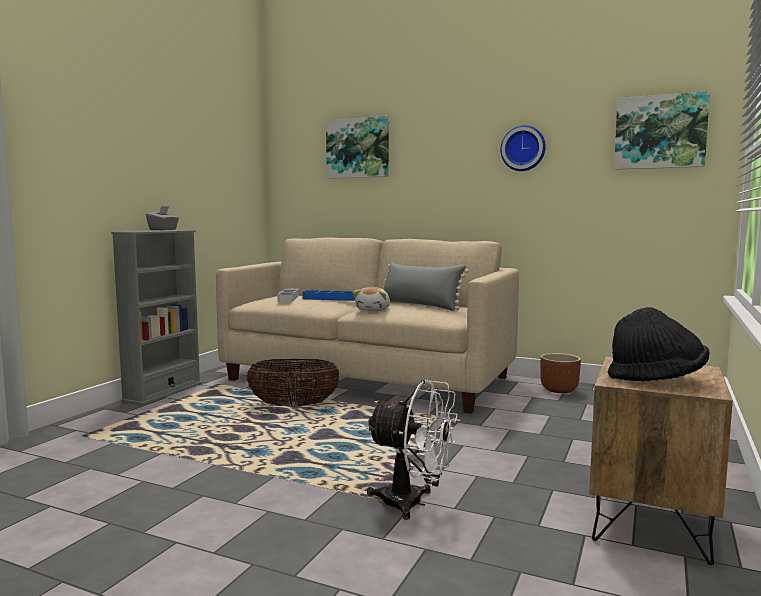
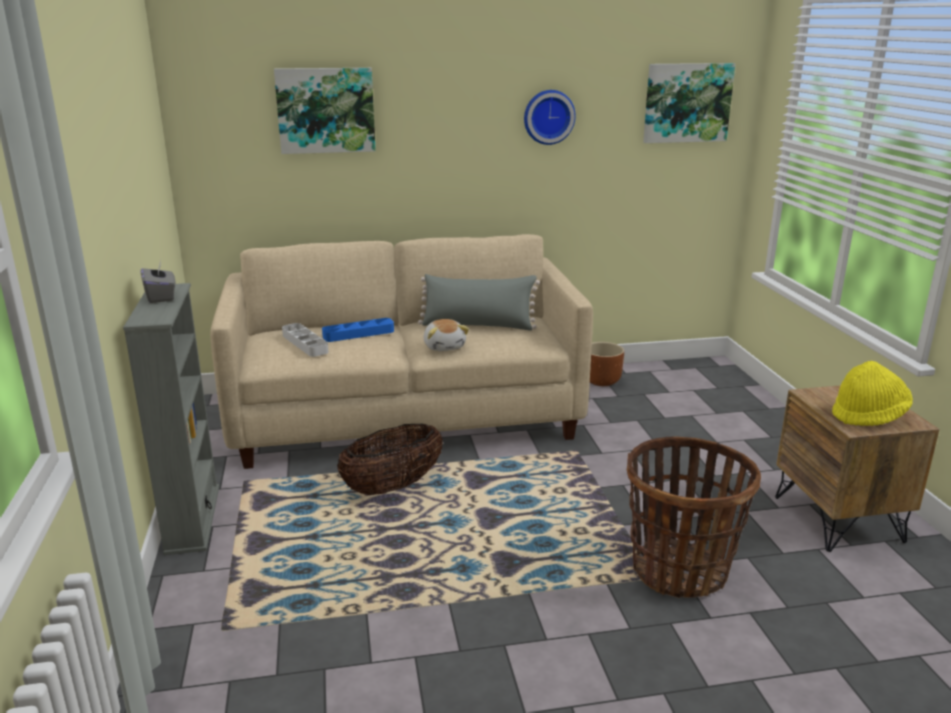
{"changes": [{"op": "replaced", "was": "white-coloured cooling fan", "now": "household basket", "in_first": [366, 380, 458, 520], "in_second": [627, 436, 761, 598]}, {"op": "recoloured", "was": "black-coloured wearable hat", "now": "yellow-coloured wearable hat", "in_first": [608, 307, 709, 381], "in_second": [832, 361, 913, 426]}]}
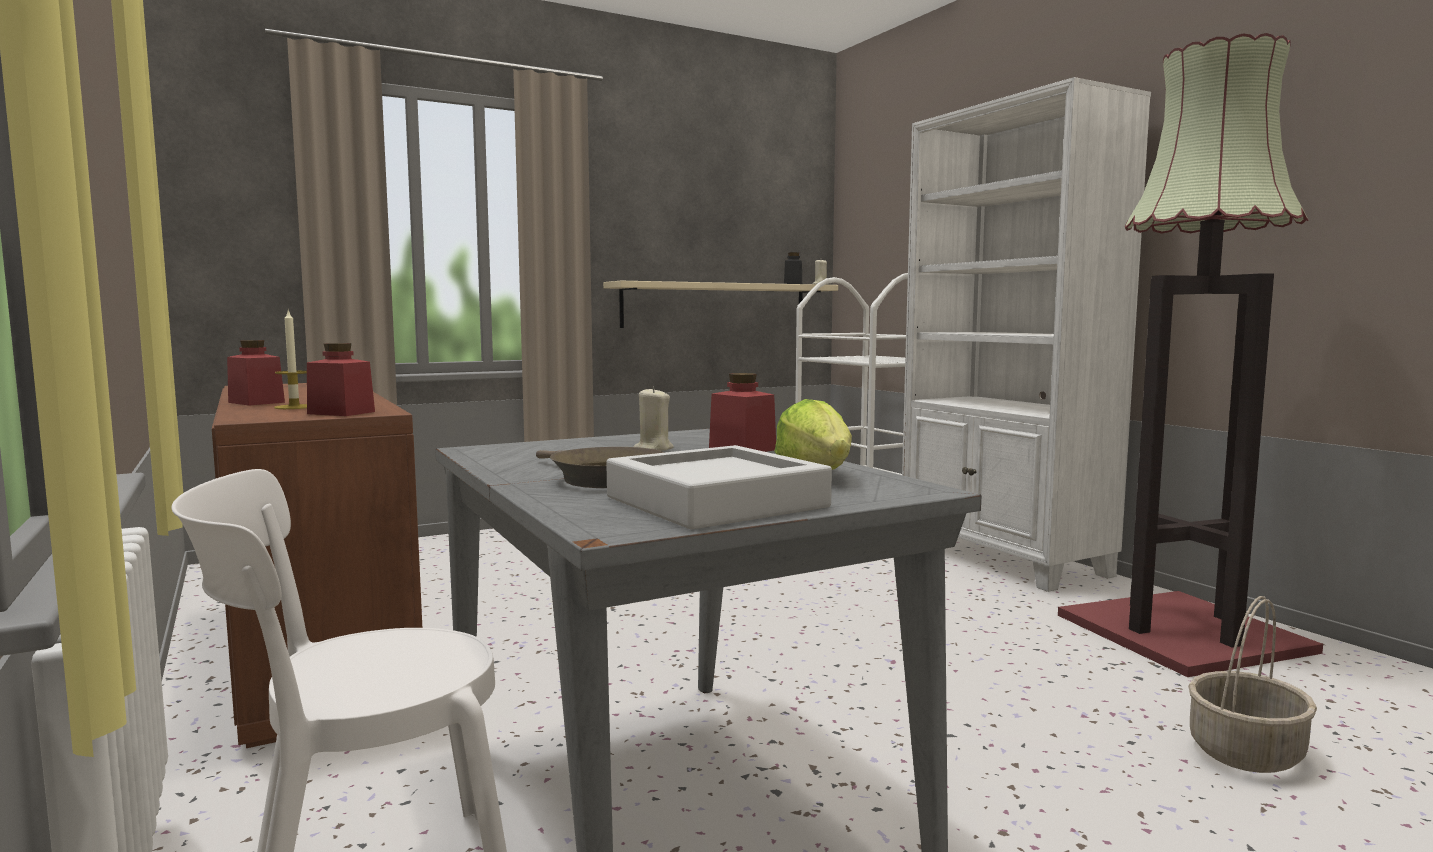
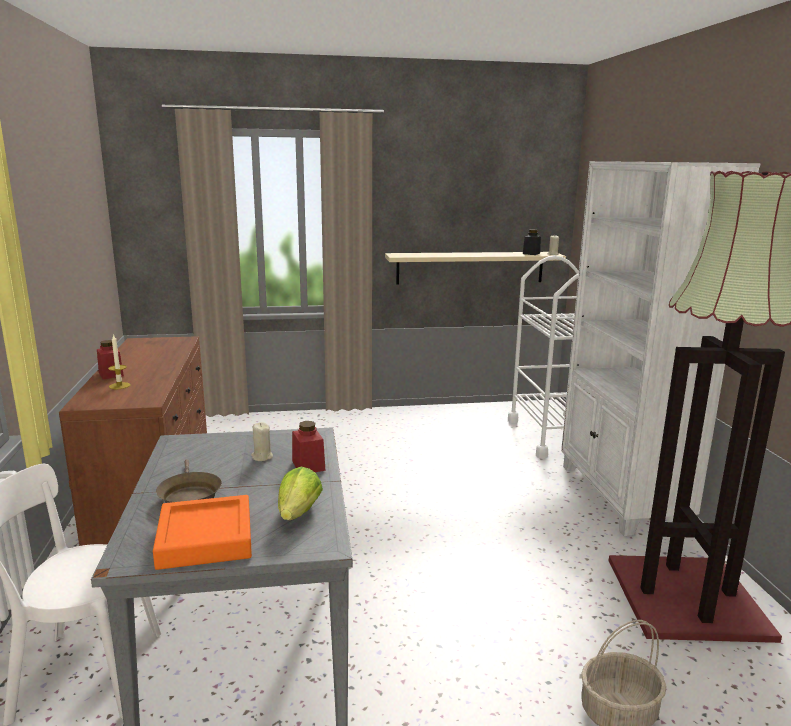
{"changes": [{"op": "removed", "was": "reddish jar", "in_first": [307, 343, 375, 416]}, {"op": "recoloured", "was": "gray carrying tray", "now": "orangey carrying tray", "in_first": [606, 445, 832, 529], "in_second": [153, 495, 252, 570]}]}
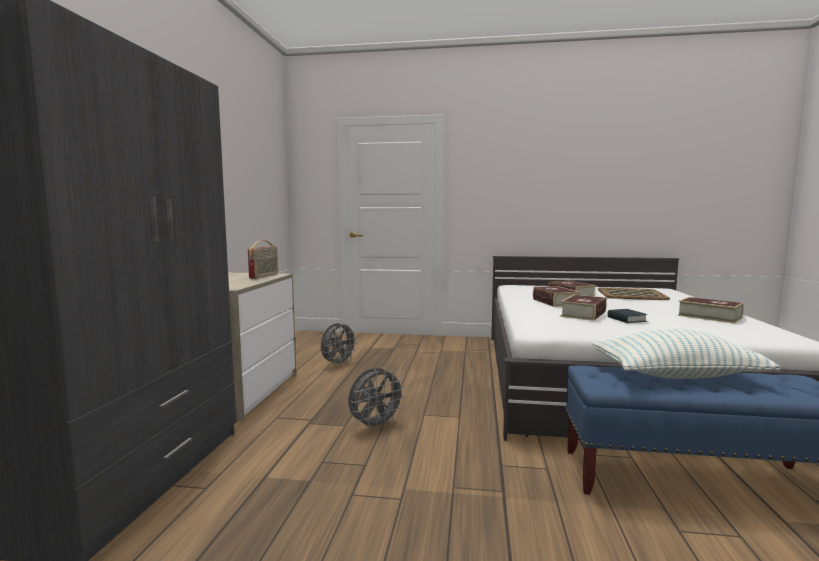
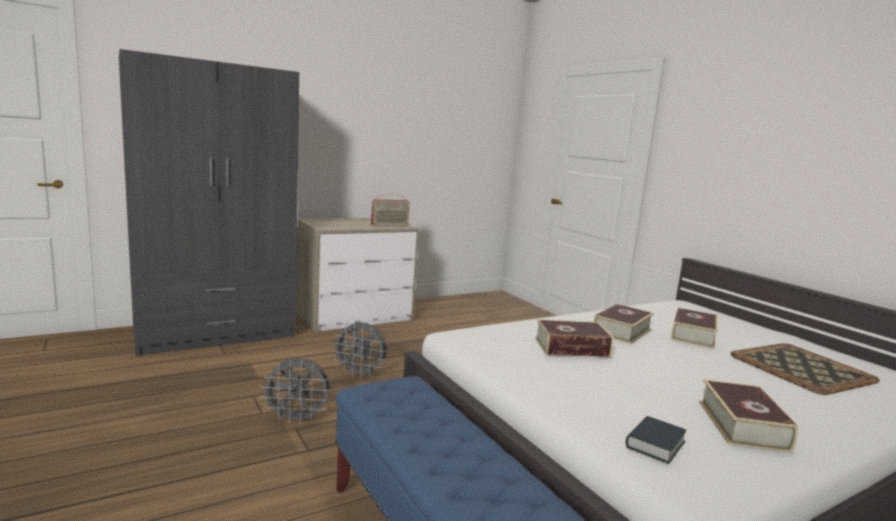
{"changes": [{"op": "removed", "was": "cushion", "in_first": [592, 329, 780, 379]}, {"op": "moved", "was": "gray cooling fan", "in_first": [321, 322, 357, 366], "in_second": [260, 358, 332, 425]}, {"op": "moved", "was": "bound book", "in_first": [607, 309, 647, 323], "in_second": [626, 416, 686, 464]}]}
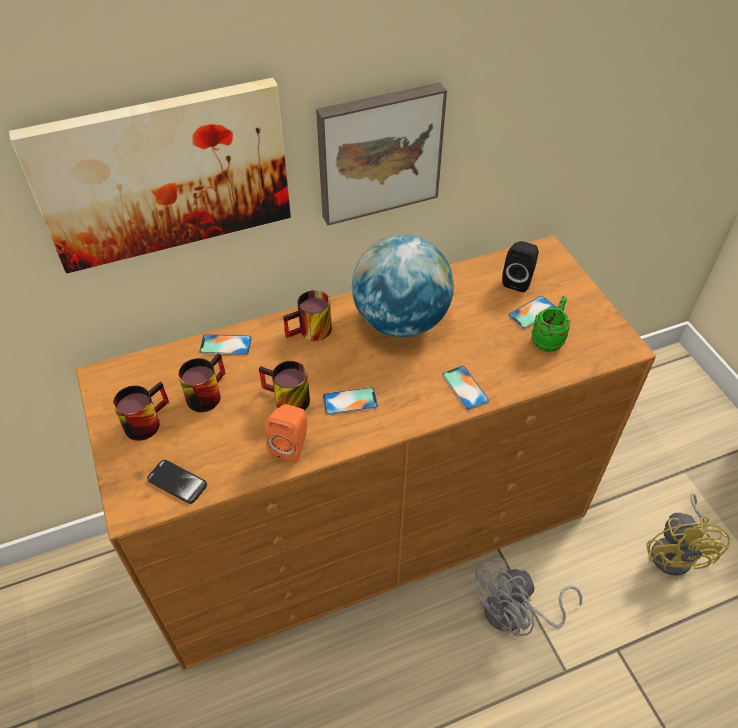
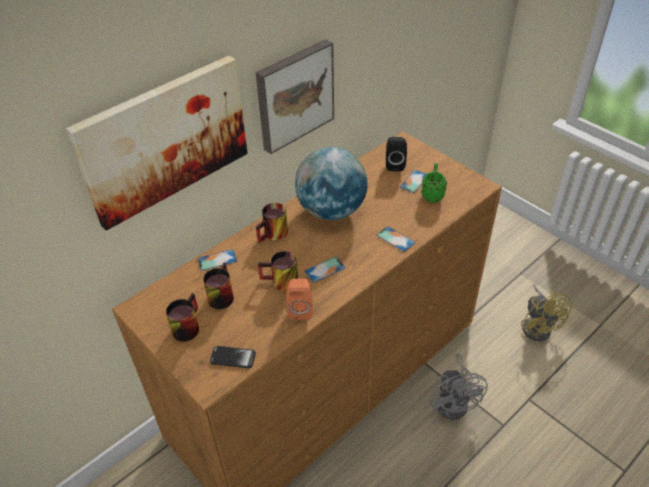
{"changes": [{"op": "turned", "was": "gray cooling fan", "in_first": [468, 558, 582, 637], "in_second": [430, 354, 488, 420], "clockwise": -45}]}
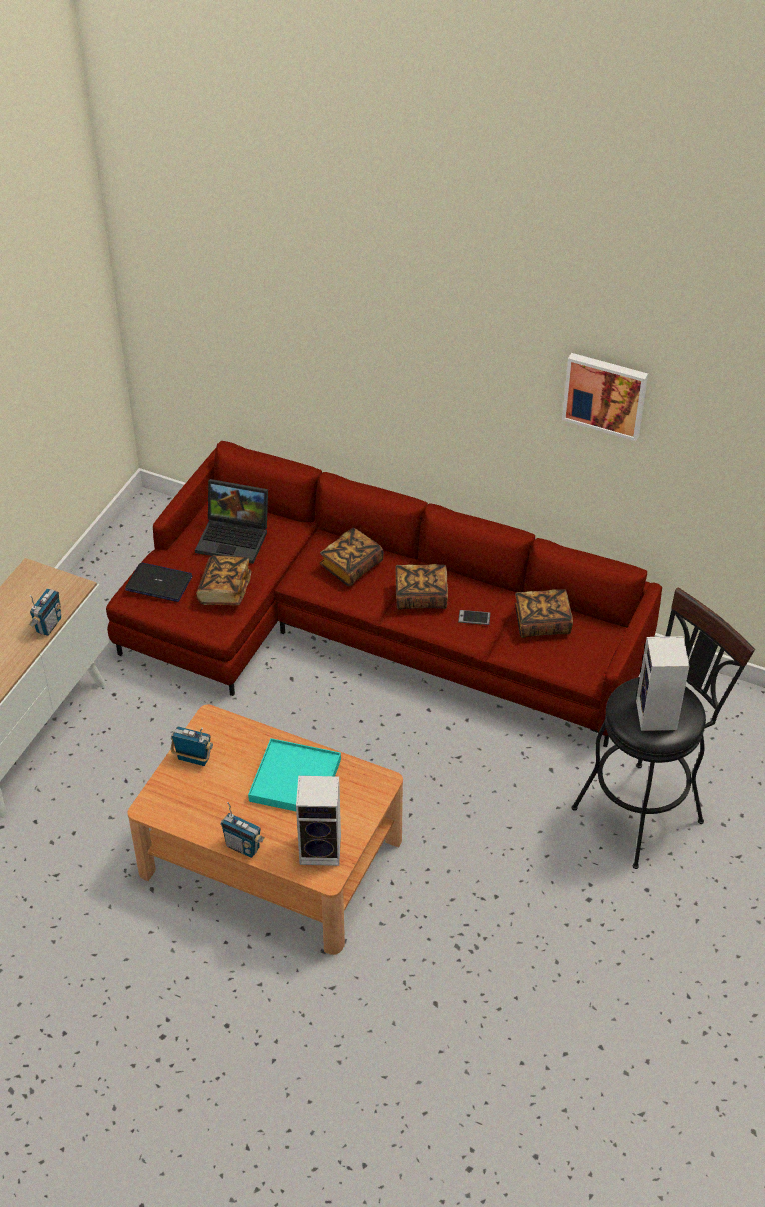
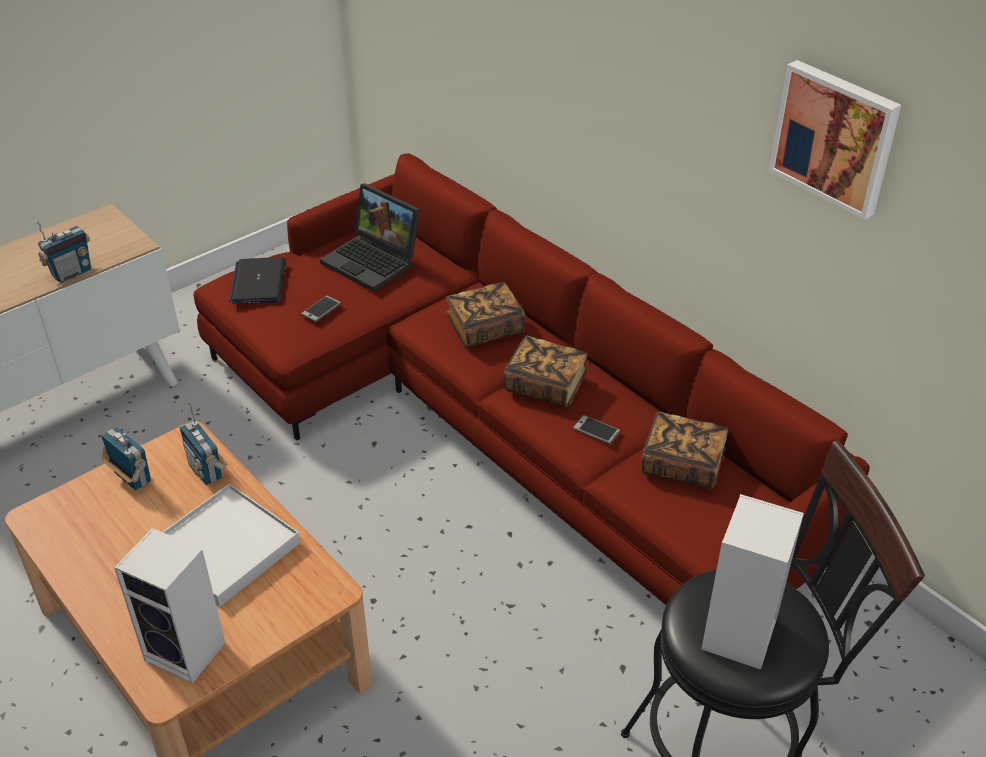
{"changes": [{"op": "moved", "was": "radio set", "in_first": [220, 802, 265, 858], "in_second": [180, 402, 227, 485]}, {"op": "replaced", "was": "bound book", "now": "phone", "in_first": [196, 555, 252, 605], "in_second": [301, 295, 341, 322]}, {"op": "recoloured", "was": "blue-green carrying tray", "now": "white-coloured carrying tray", "in_first": [248, 738, 341, 811], "in_second": [163, 484, 300, 607]}, {"op": "turned", "was": "notebook computer", "in_first": [125, 562, 192, 602], "in_second": [229, 257, 286, 304], "clockwise": -135}]}
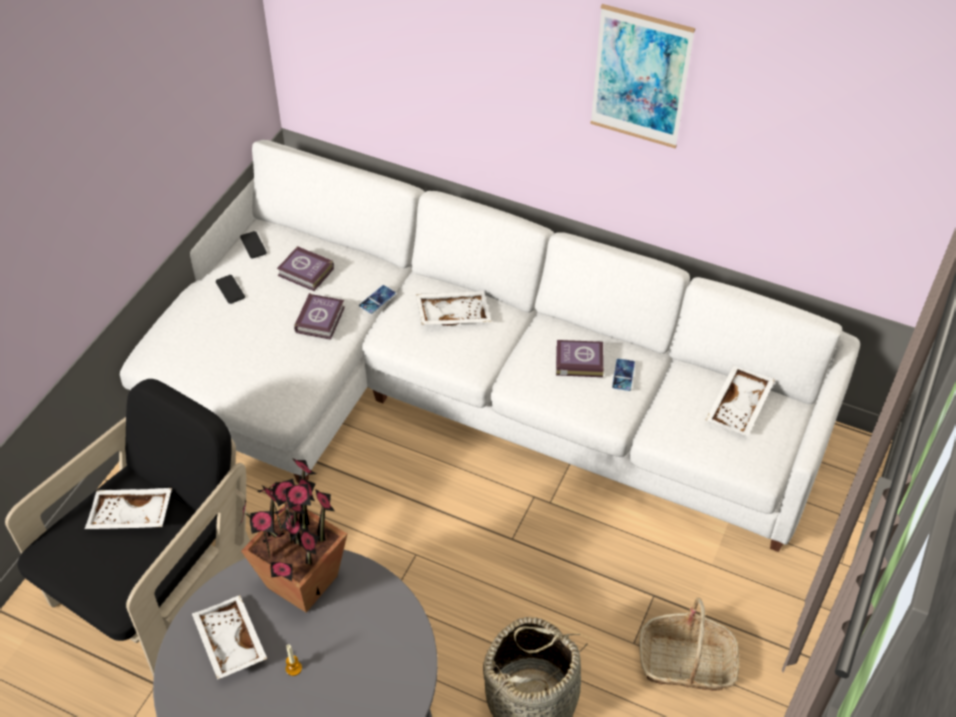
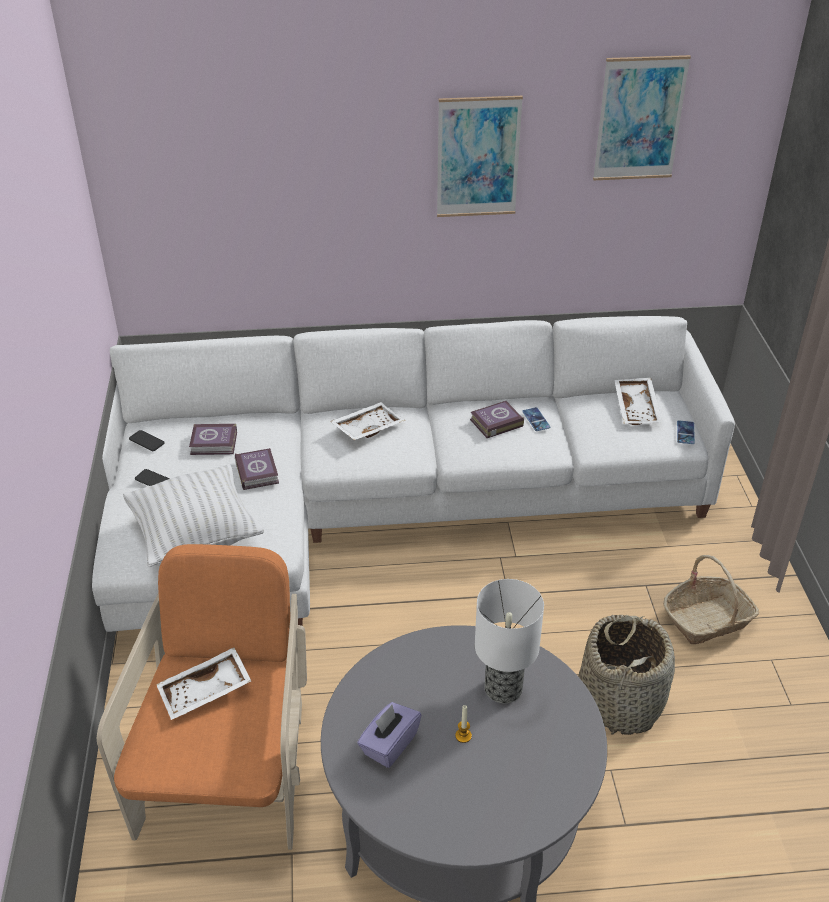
{"changes": [{"op": "removed", "was": "houseplant", "in_first": [240, 458, 347, 613]}, {"op": "added", "now": "white-coloured cushion", "in_second": [123, 464, 264, 567]}, {"op": "added", "now": "table lamp", "in_second": [475, 579, 544, 703]}, {"op": "added", "now": "wall art", "in_second": [593, 55, 691, 180]}, {"op": "moved", "was": "phone", "in_first": [359, 285, 396, 314], "in_second": [677, 420, 695, 444]}, {"op": "replaced", "was": "white-coloured carrying tray", "now": "purple-coloured tissue holder", "in_first": [192, 595, 267, 680], "in_second": [357, 702, 422, 768]}, {"op": "recoloured", "was": "black-coloured easy chair", "now": "orangey easy chair", "in_first": [5, 379, 250, 677], "in_second": [97, 544, 307, 850]}]}
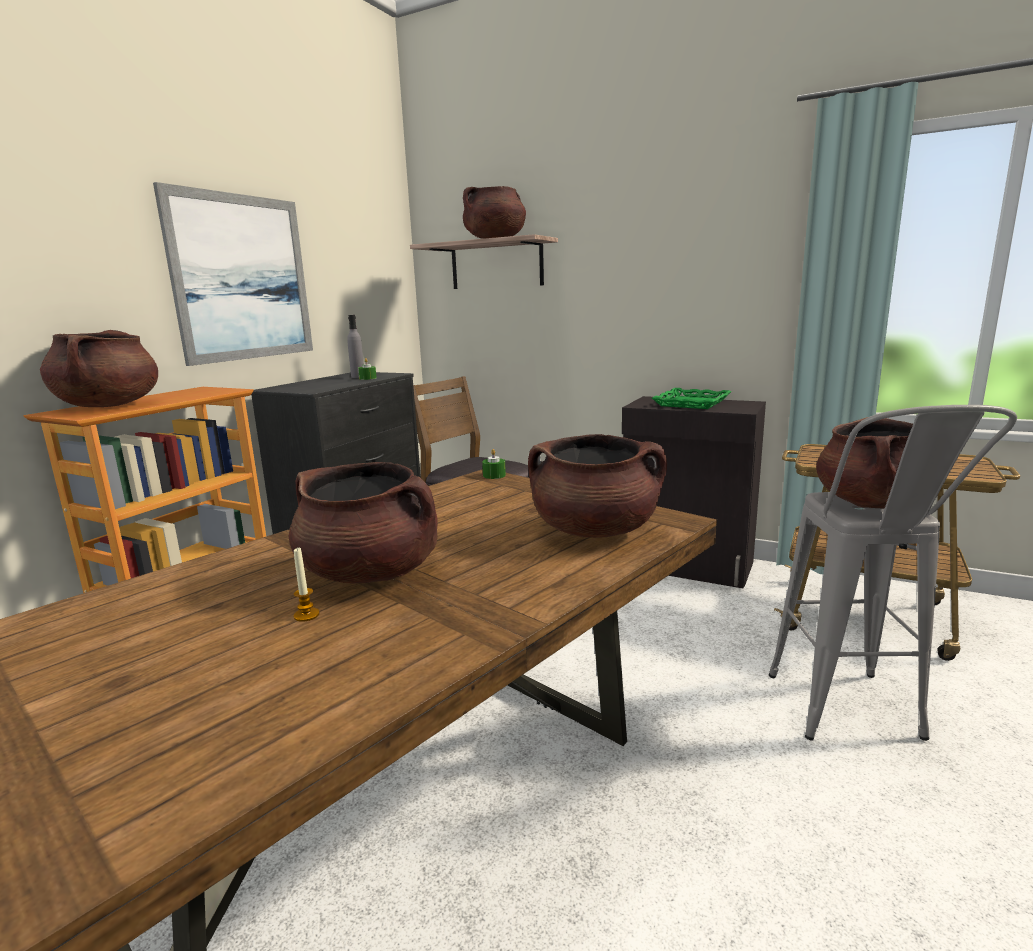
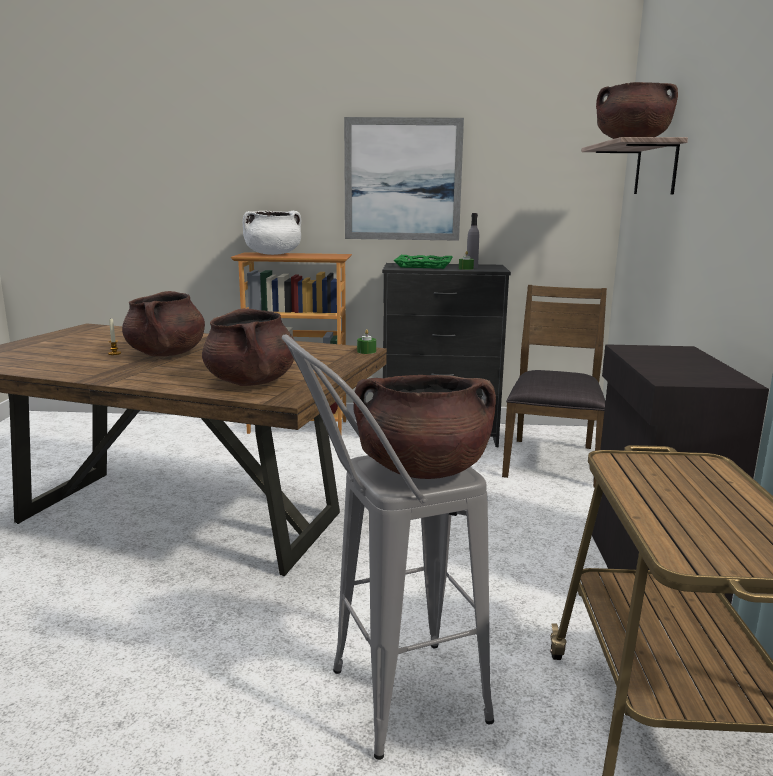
{"changes": [{"op": "moved", "was": "greenish carrying tray", "in_first": [652, 388, 731, 409], "in_second": [394, 255, 453, 269]}, {"op": "recoloured", "was": "brown cooking pot", "now": "white-coloured cooking pot", "in_first": [40, 330, 158, 407], "in_second": [243, 211, 301, 255]}]}
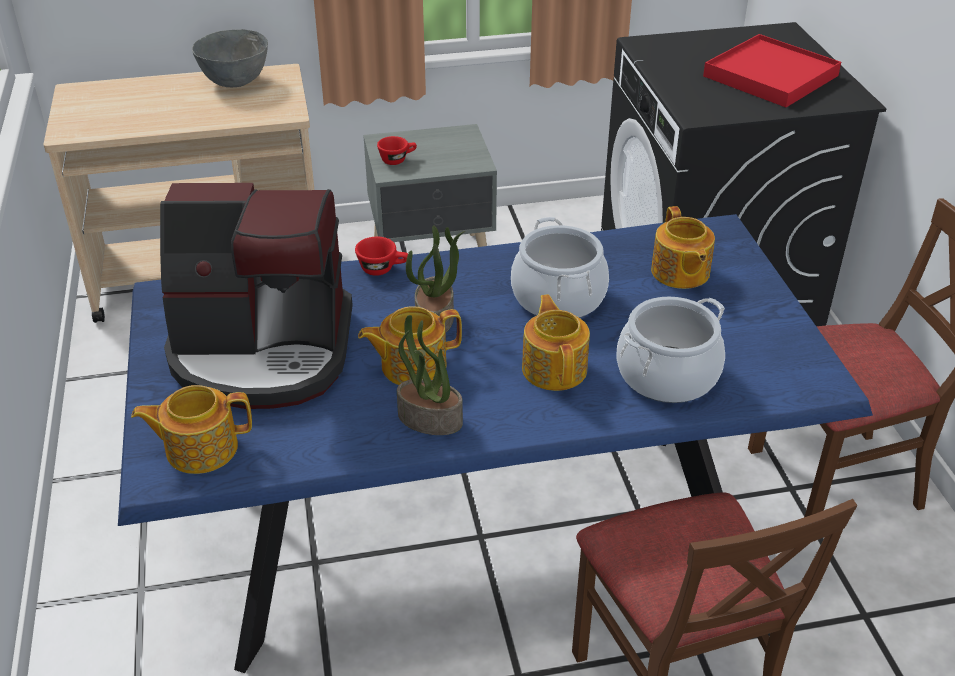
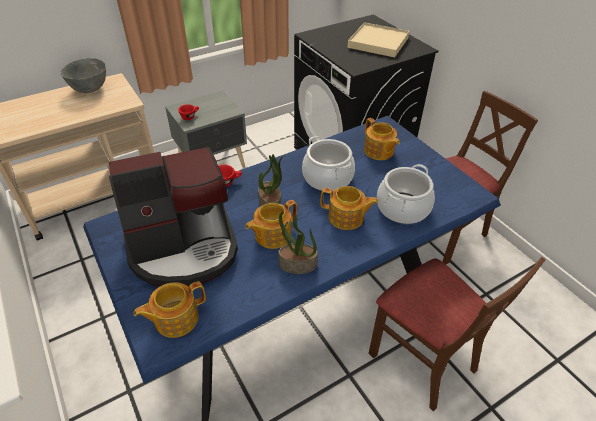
{"changes": [{"op": "recoloured", "was": "reddish carrying tray", "now": "sand-coloured carrying tray", "in_first": [703, 34, 841, 107], "in_second": [348, 22, 410, 57]}, {"op": "turned", "was": "tea pot", "in_first": [522, 294, 590, 391], "in_second": [320, 186, 379, 230], "clockwise": 135}]}
